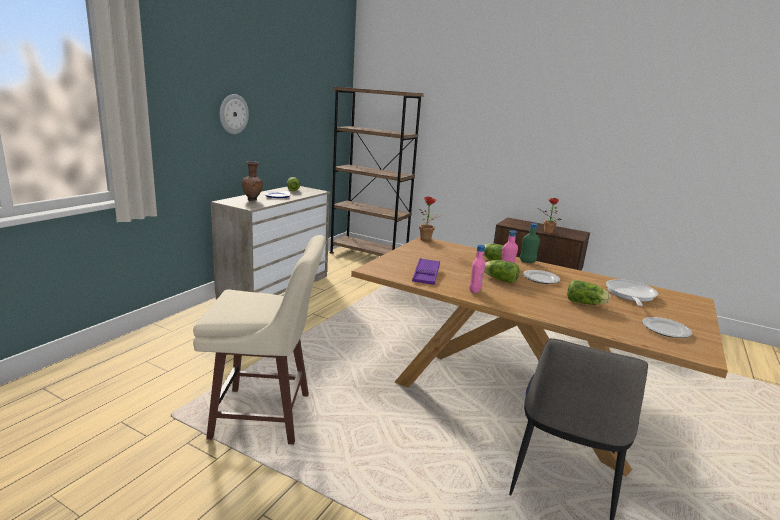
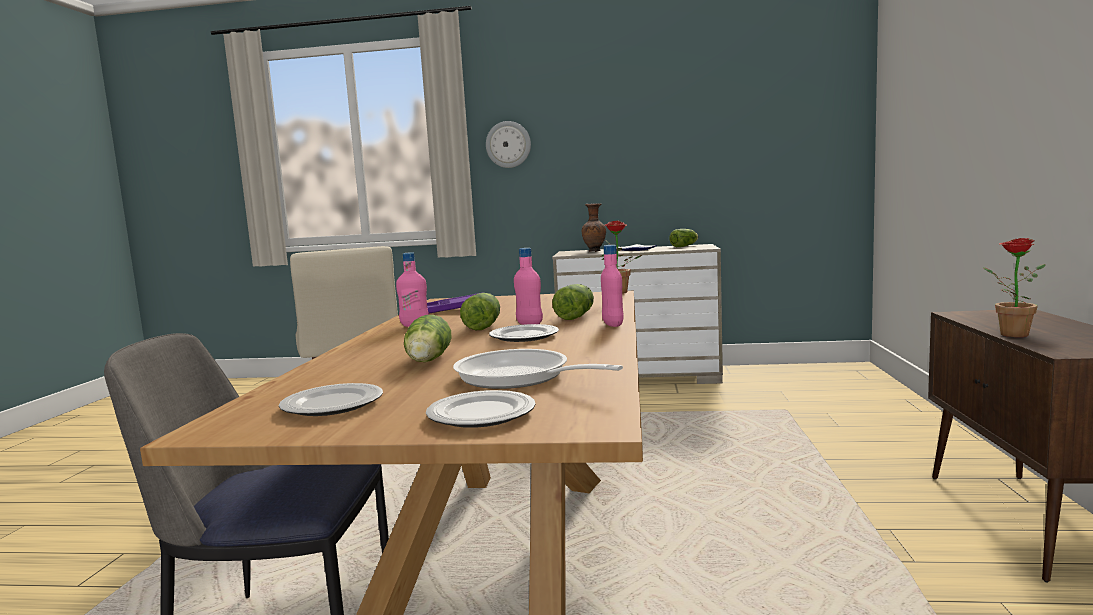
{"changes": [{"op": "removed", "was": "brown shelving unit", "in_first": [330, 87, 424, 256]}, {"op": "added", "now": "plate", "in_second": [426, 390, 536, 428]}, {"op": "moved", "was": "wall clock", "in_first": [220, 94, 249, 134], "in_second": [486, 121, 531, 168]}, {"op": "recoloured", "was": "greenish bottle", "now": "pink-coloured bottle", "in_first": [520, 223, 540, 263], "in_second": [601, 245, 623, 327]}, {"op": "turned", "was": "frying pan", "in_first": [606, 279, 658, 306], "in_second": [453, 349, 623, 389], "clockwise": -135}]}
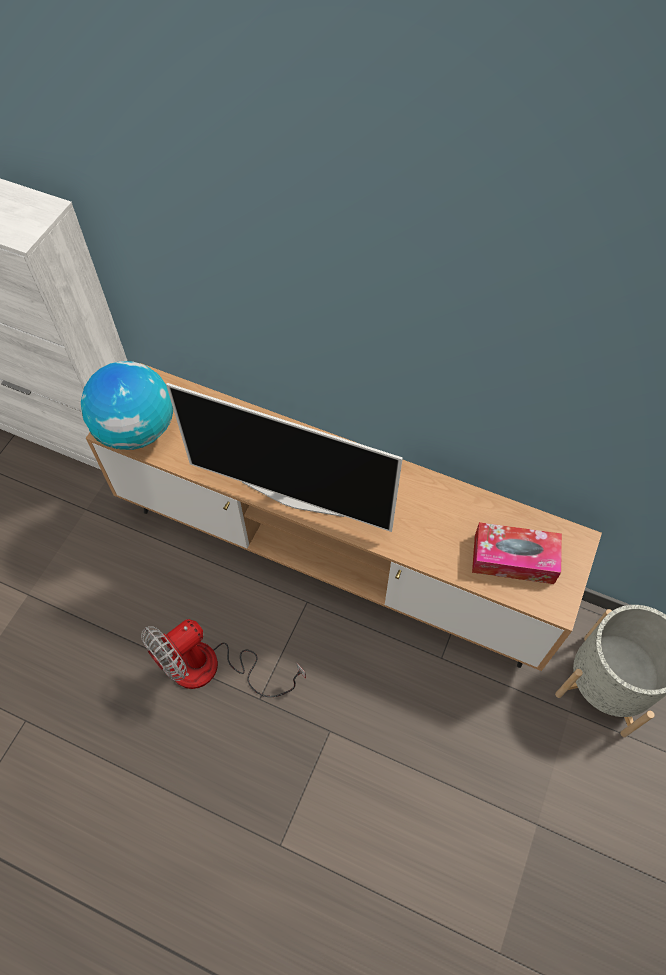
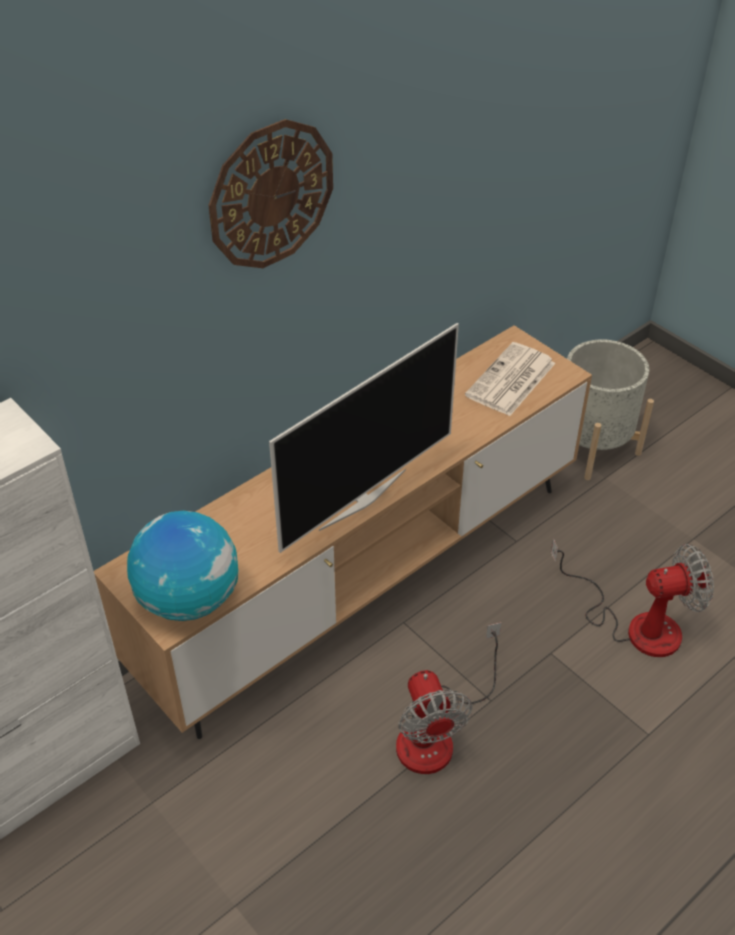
{"changes": [{"op": "added", "now": "wall clock", "in_second": [208, 119, 333, 268]}, {"op": "added", "now": "cooling fan", "in_second": [551, 539, 714, 657]}, {"op": "replaced", "was": "tissue holder", "now": "daily paper", "in_first": [472, 522, 562, 584], "in_second": [465, 342, 555, 416]}]}
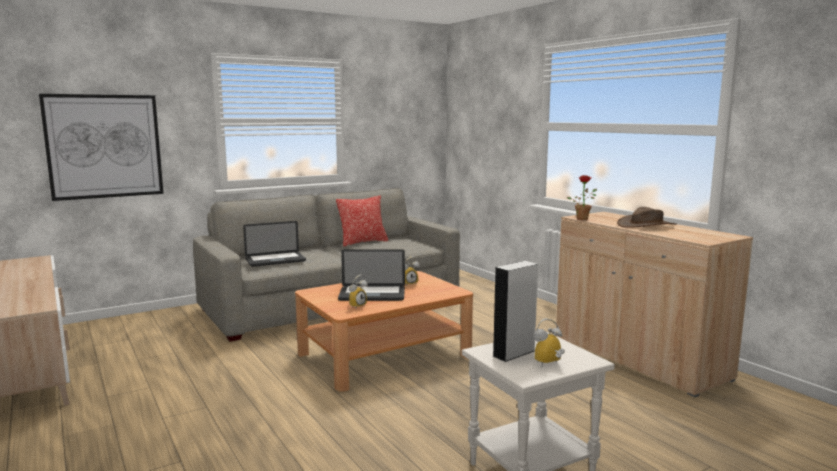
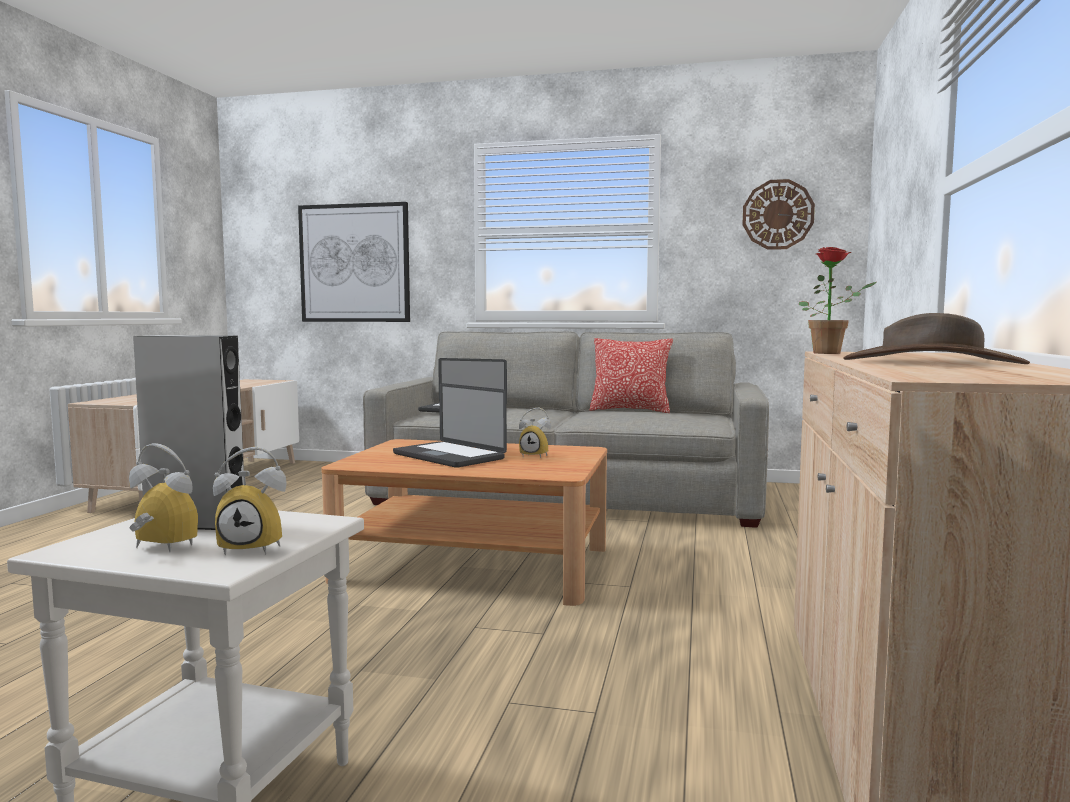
{"changes": [{"op": "added", "now": "wall clock", "in_second": [743, 179, 815, 250]}, {"op": "moved", "was": "alarm clock", "in_first": [347, 275, 368, 308], "in_second": [213, 447, 287, 555]}]}
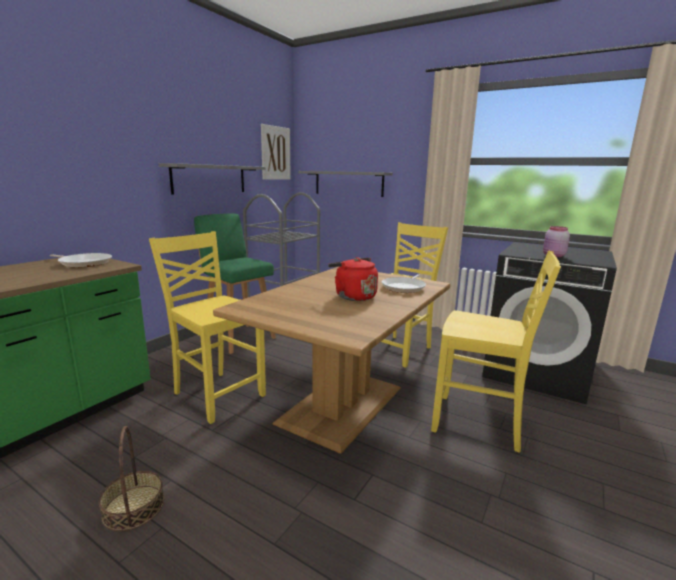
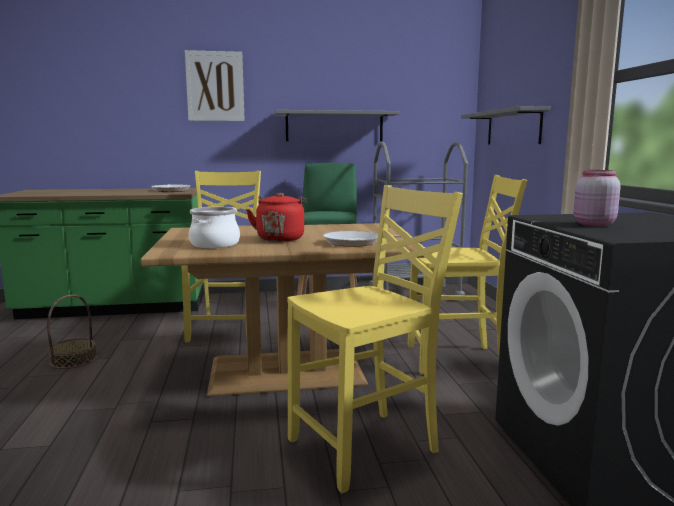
{"changes": [{"op": "added", "now": "cooking pot", "in_second": [189, 207, 240, 248]}, {"op": "moved", "was": "wall art", "in_first": [261, 124, 291, 180], "in_second": [185, 50, 245, 121]}, {"op": "turned", "was": "yellow-coloured plain chair", "in_first": [431, 251, 561, 453], "in_second": [287, 185, 463, 493], "clockwise": -105}]}
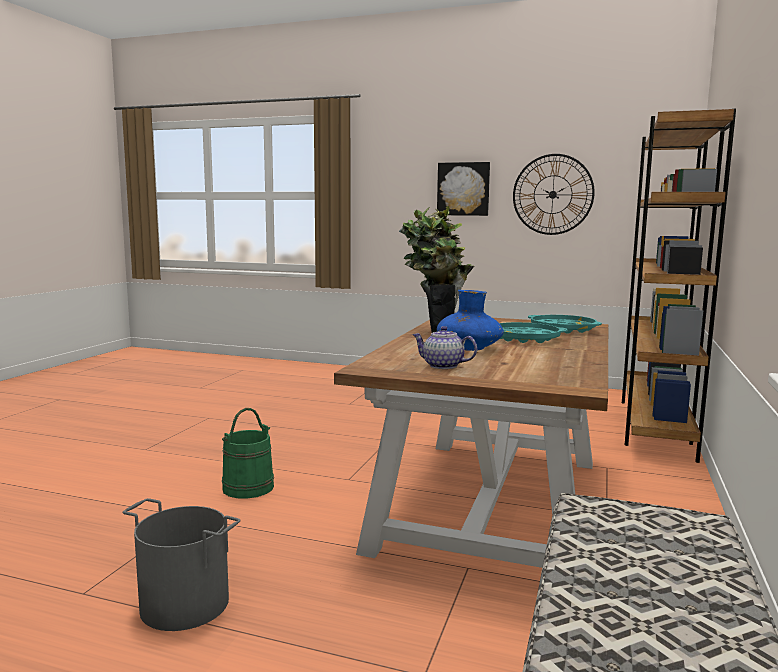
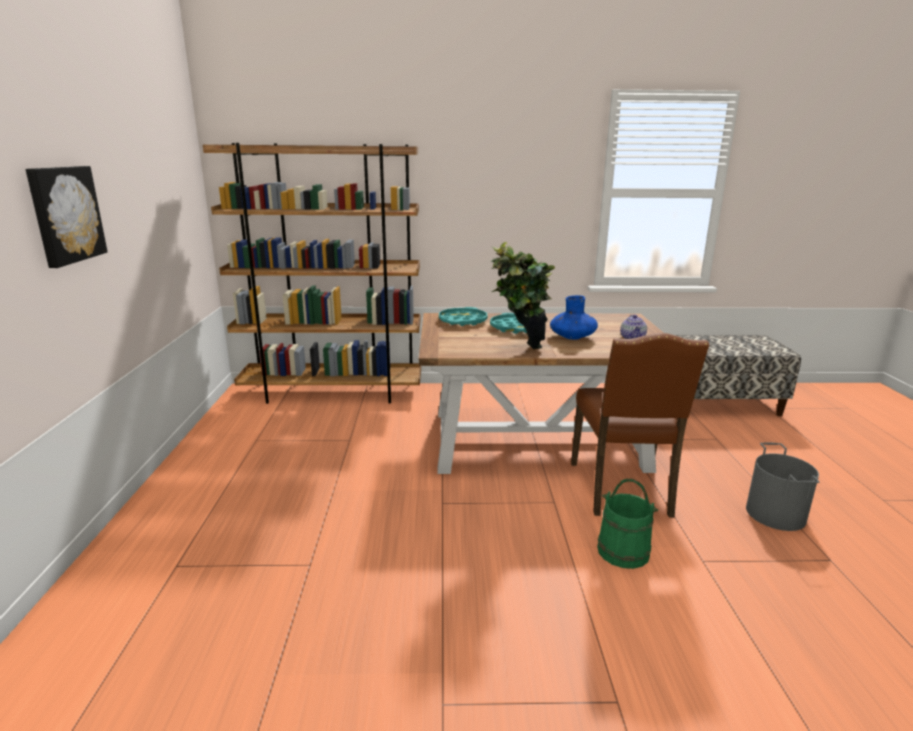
{"changes": [{"op": "removed", "was": "wall clock", "in_first": [513, 154, 595, 235]}, {"op": "added", "now": "brown plain chair", "in_second": [571, 333, 709, 518]}]}
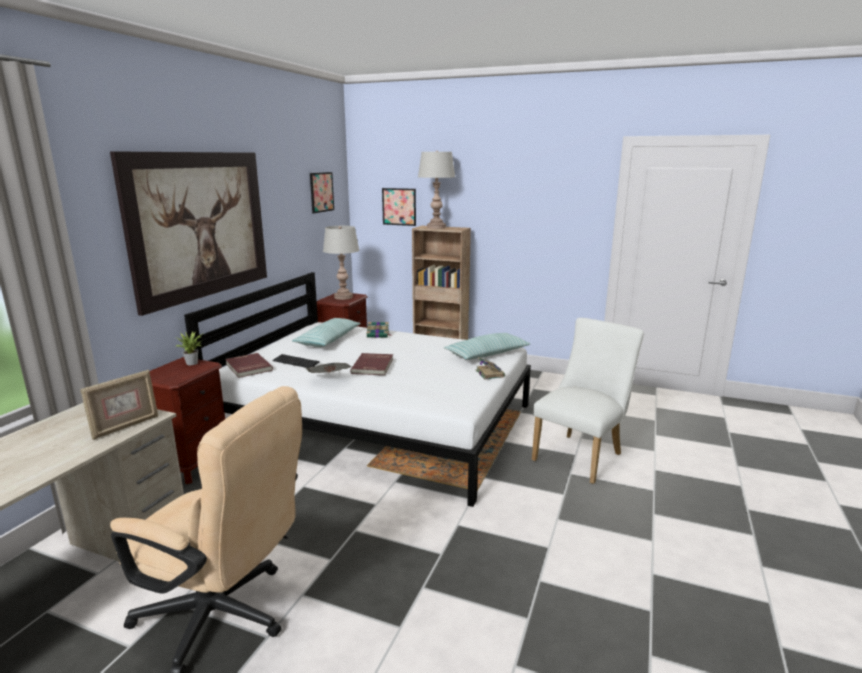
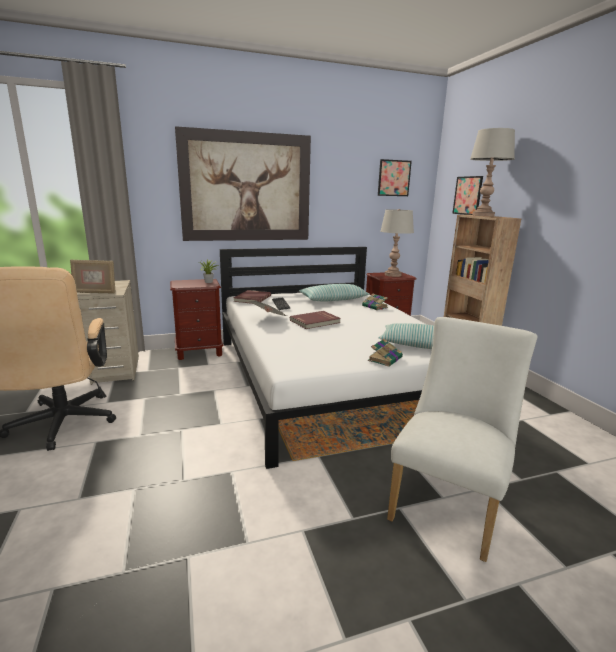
{"changes": [{"op": "turned", "was": "white-coloured plain chair", "in_first": [532, 318, 644, 484], "in_second": [387, 317, 537, 562], "clockwise": -60}]}
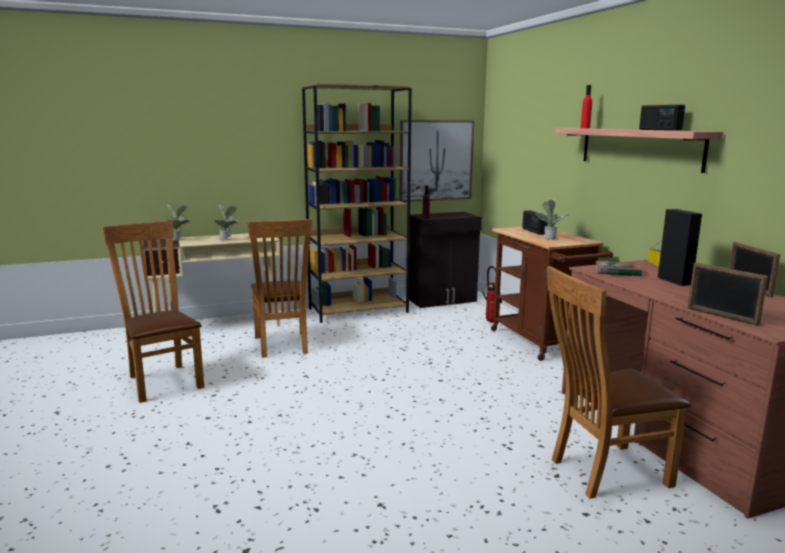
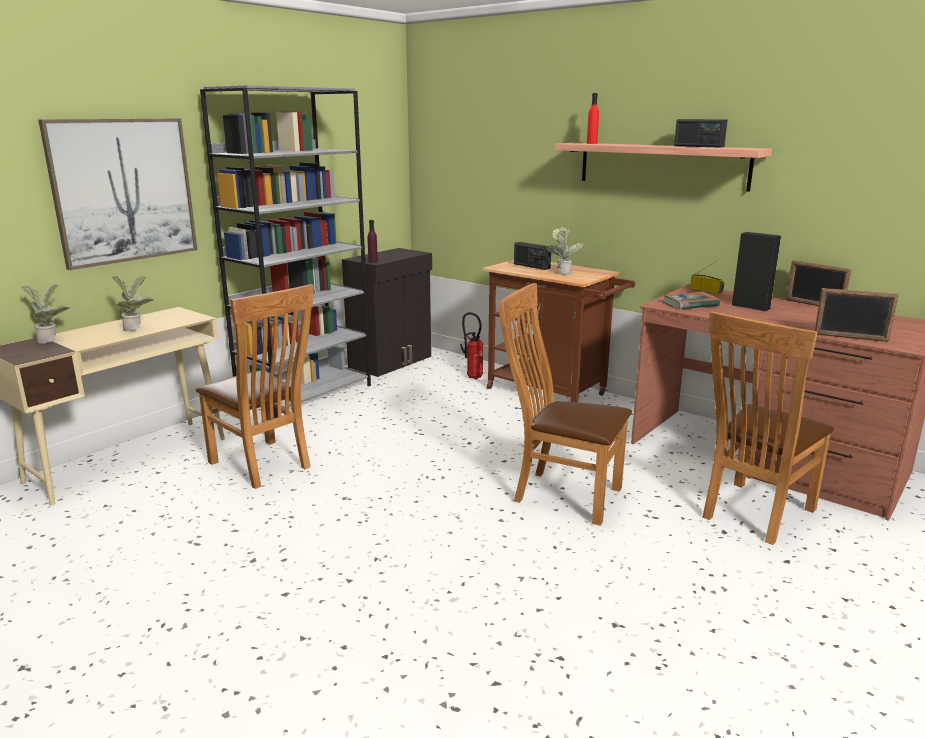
{"changes": [{"op": "moved", "was": "brown plain chair", "in_first": [102, 221, 204, 403], "in_second": [498, 283, 632, 526]}, {"op": "moved", "was": "wall art", "in_first": [400, 120, 474, 202], "in_second": [38, 118, 198, 270]}, {"op": "recoloured", "was": "brown shelving unit", "now": "gray shelving unit", "in_first": [302, 84, 412, 323], "in_second": [200, 85, 371, 418]}]}
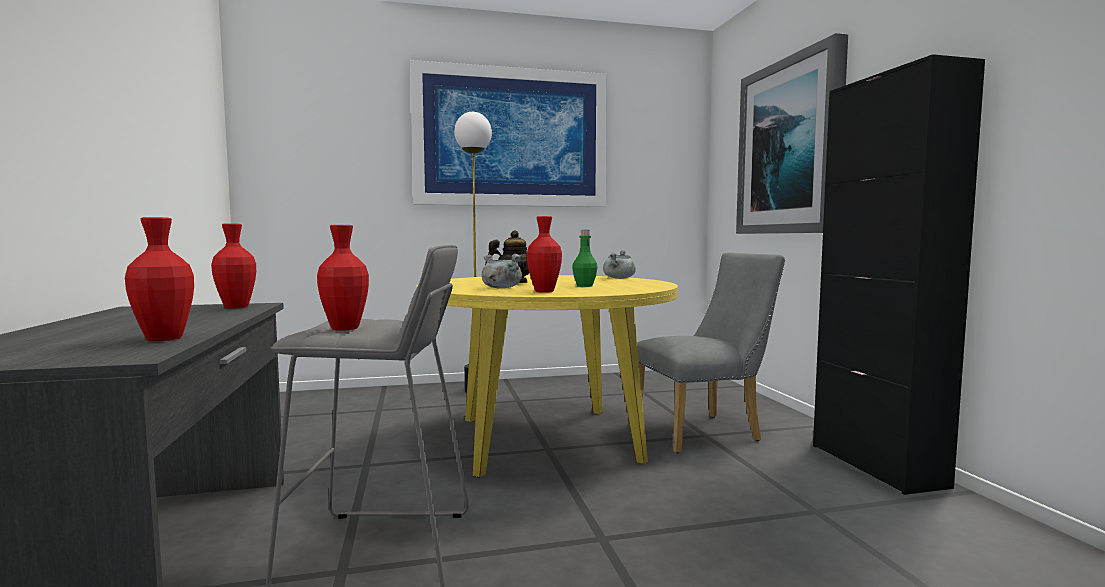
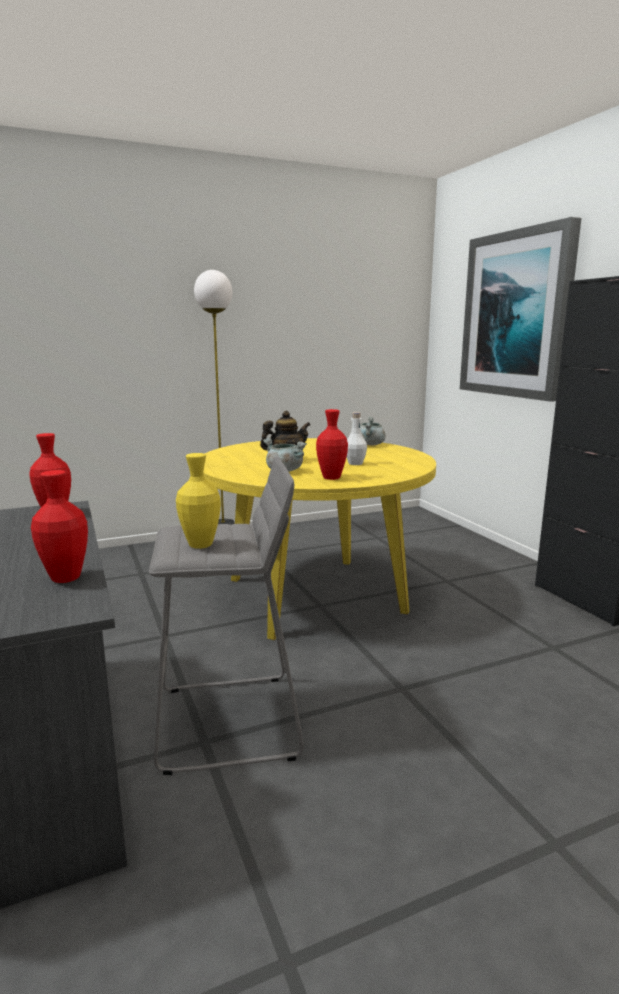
{"changes": [{"op": "removed", "was": "wall art", "in_first": [410, 60, 607, 207]}, {"op": "removed", "was": "gray plain chair", "in_first": [637, 253, 785, 453]}, {"op": "recoloured", "was": "reddish decorative vase", "now": "yellow-coloured decorative vase", "in_first": [317, 225, 369, 331], "in_second": [176, 453, 221, 549]}, {"op": "recoloured", "was": "greenish bottle", "now": "white-coloured bottle", "in_first": [572, 230, 598, 287], "in_second": [347, 412, 367, 465]}]}
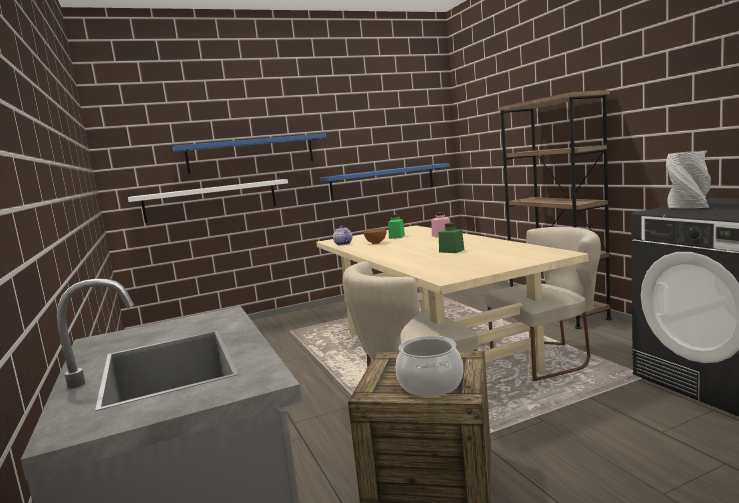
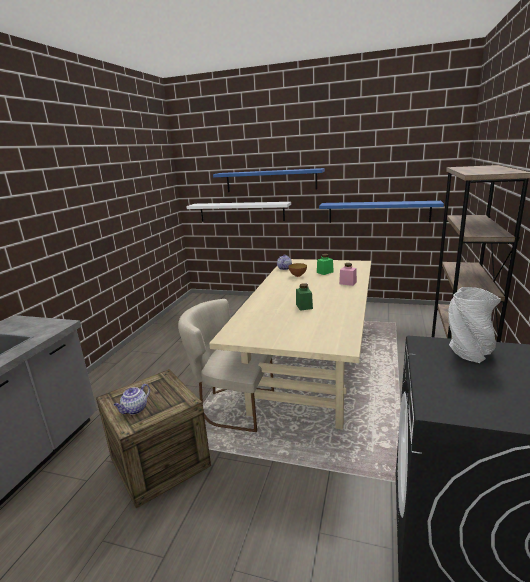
{"changes": [{"op": "removed", "was": "sand-coloured plain chair", "in_first": [485, 227, 601, 381]}, {"op": "replaced", "was": "cooking pot", "now": "tea pot", "in_first": [396, 336, 463, 396], "in_second": [114, 384, 150, 415]}]}
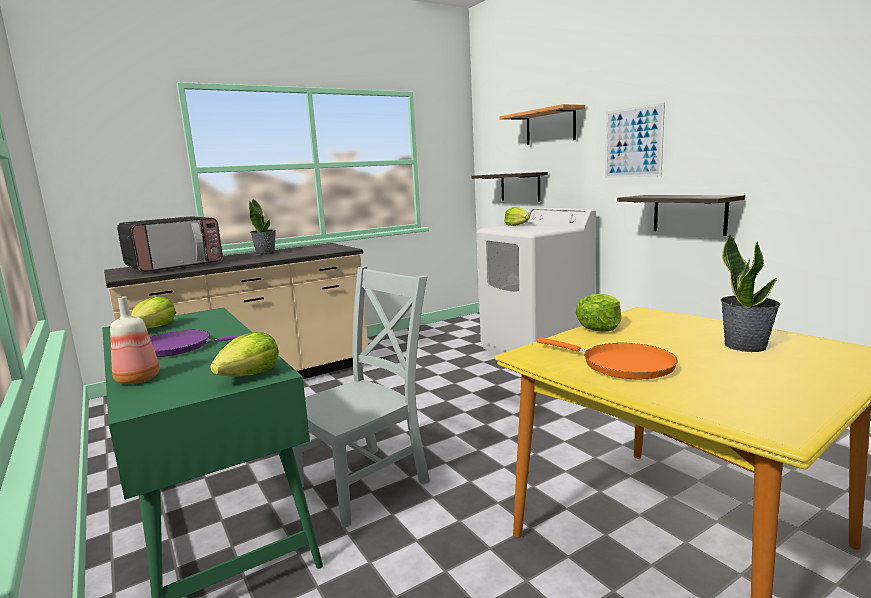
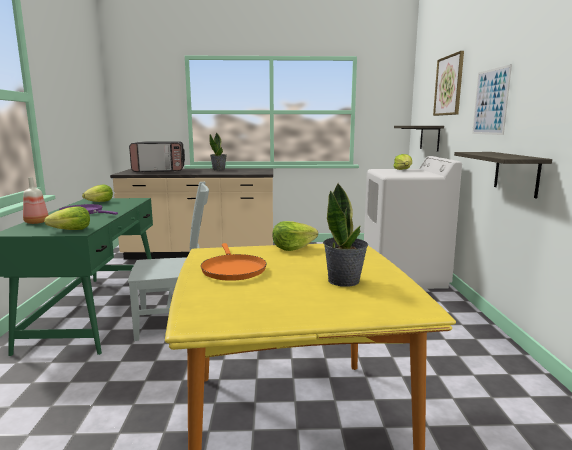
{"changes": [{"op": "replaced", "was": "wall shelf", "now": "wall art", "in_first": [499, 104, 585, 145], "in_second": [433, 51, 464, 116]}]}
